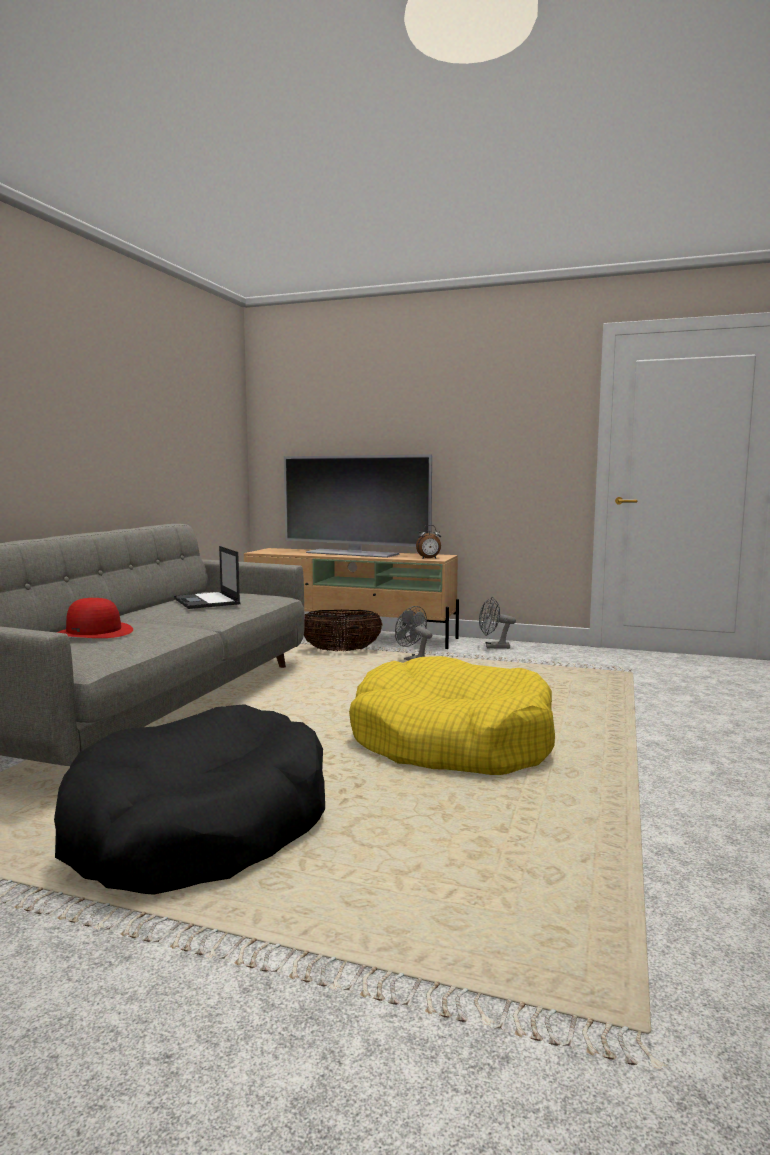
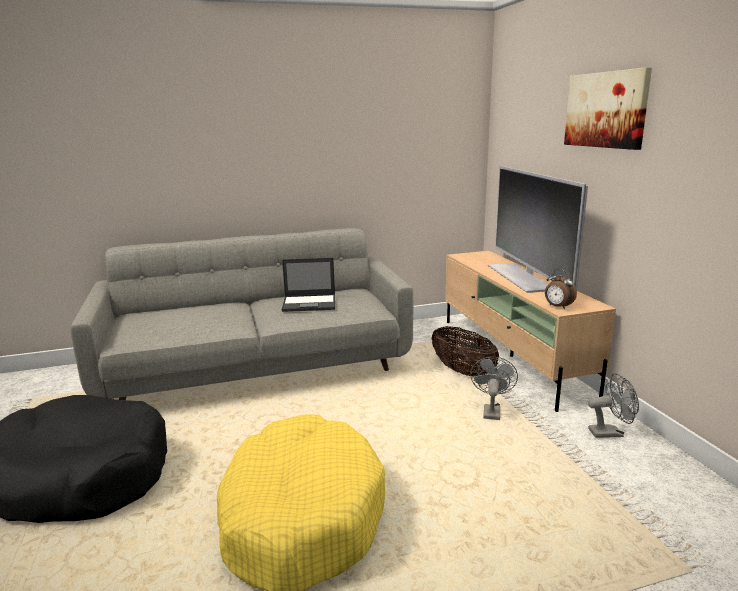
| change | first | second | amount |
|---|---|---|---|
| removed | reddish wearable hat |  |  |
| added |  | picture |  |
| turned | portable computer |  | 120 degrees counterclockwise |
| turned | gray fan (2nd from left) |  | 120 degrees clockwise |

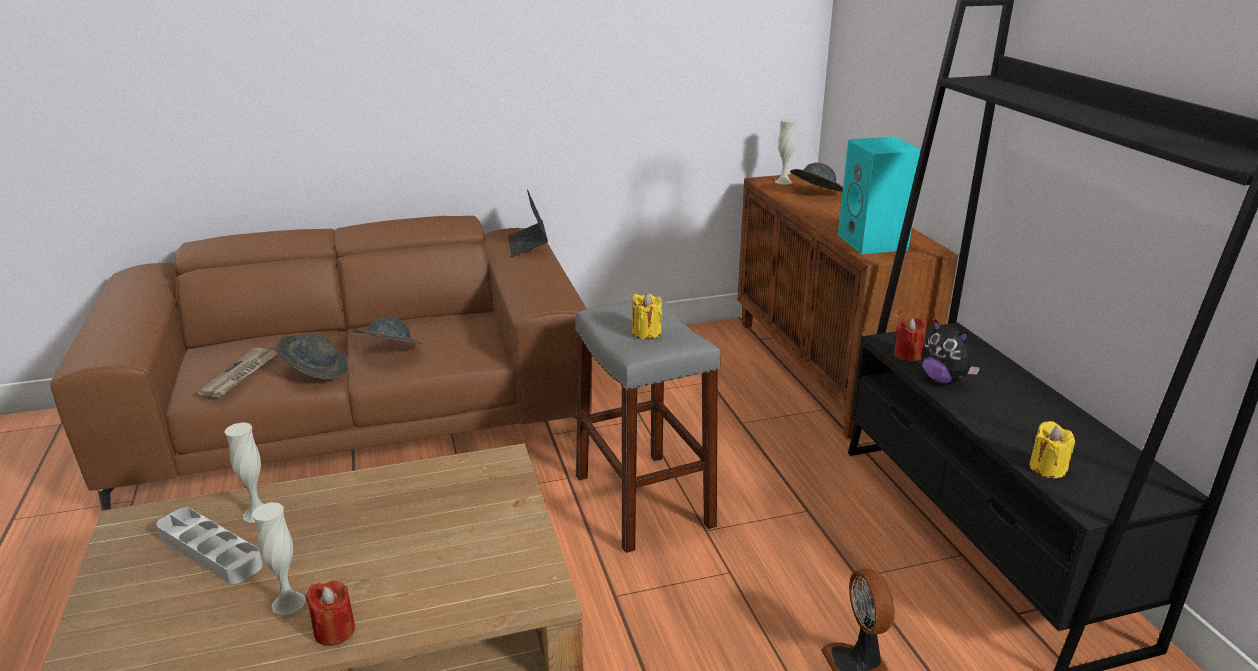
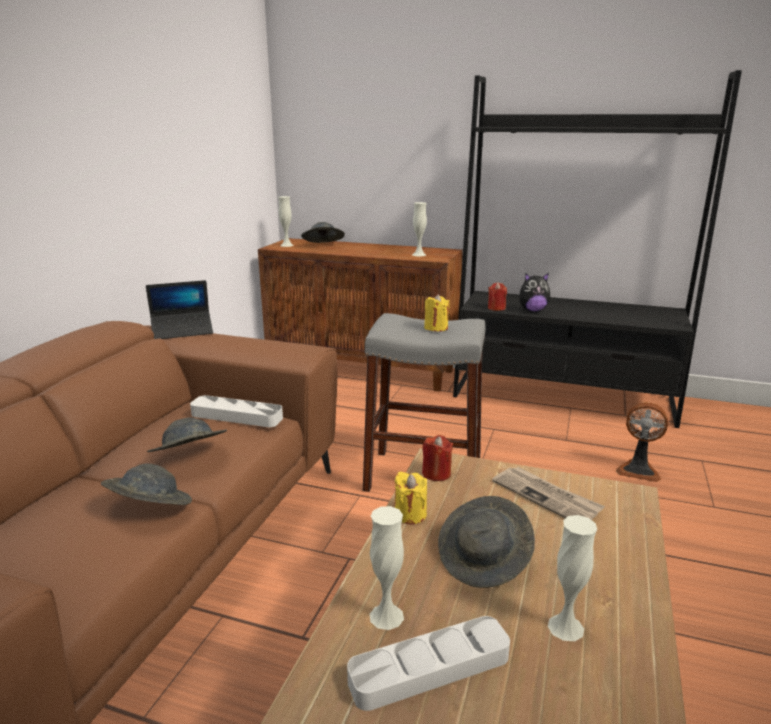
| change | first | second | amount |
|---|---|---|---|
| added |  | gray serving tray (1st from left) |  |
| added |  | gray wearable hat (4th from left) |  |
| moved | daily paper |  |  |
| moved | reddish candle (1st from left) |  |  |
| moved | yellow candle (2nd from left in the first image) | yellow candle (1st from left) |  |
| replaced | turquoise speaker | white-coloured vase (3rd from left) |  |
| turned | portable computer |  | 45 degrees counterclockwise |

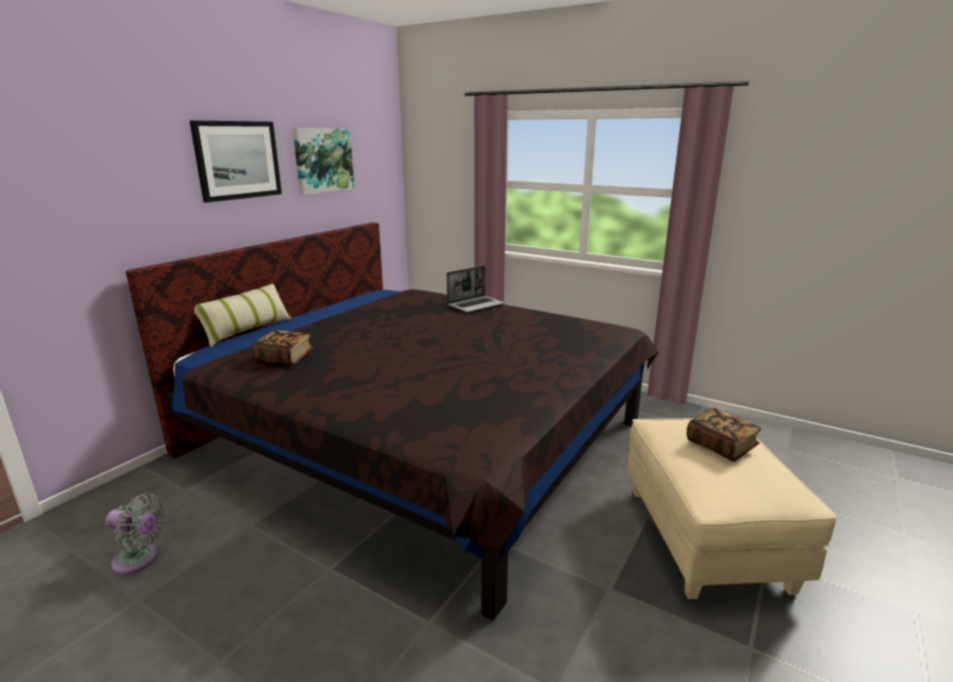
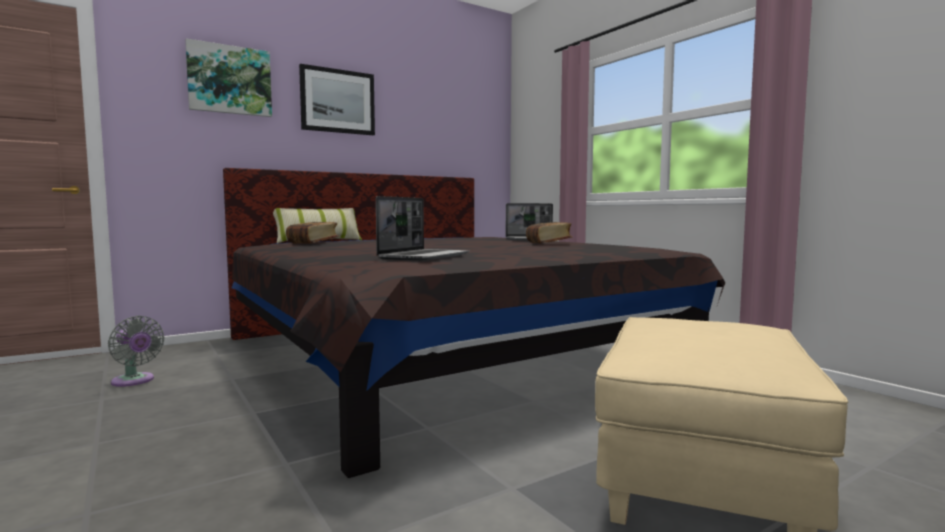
| change | first | second | amount |
|---|---|---|---|
| added |  | portable computer (1st from left) |  |
| moved | picture (2nd from left in the first image) | picture (1st from left) |  |
| moved | bound book (2nd from left) |  |  |

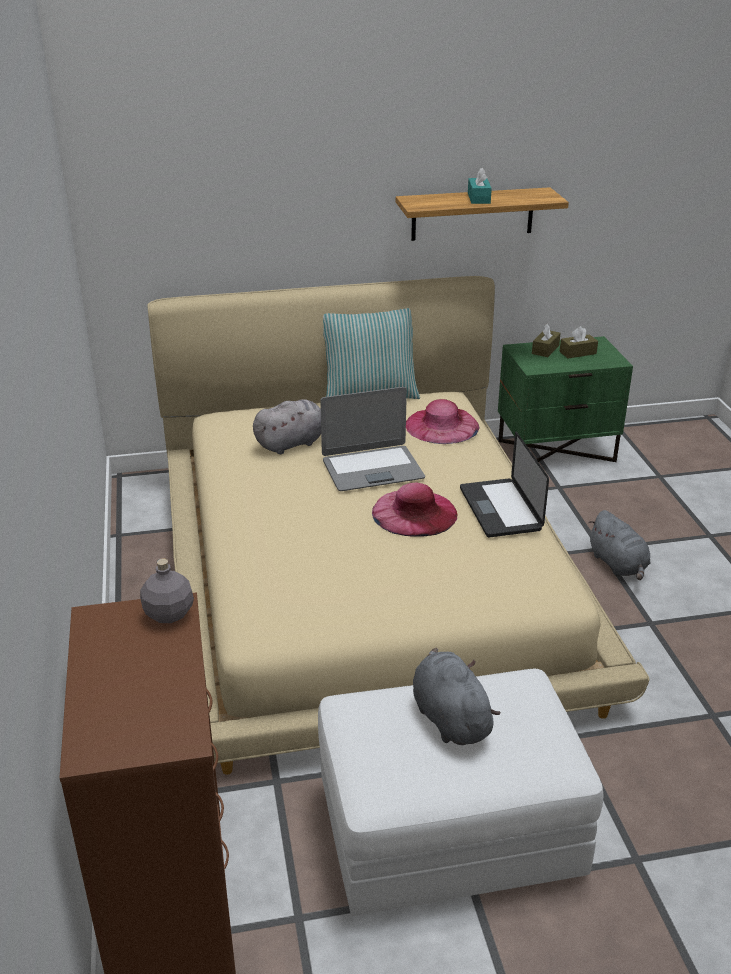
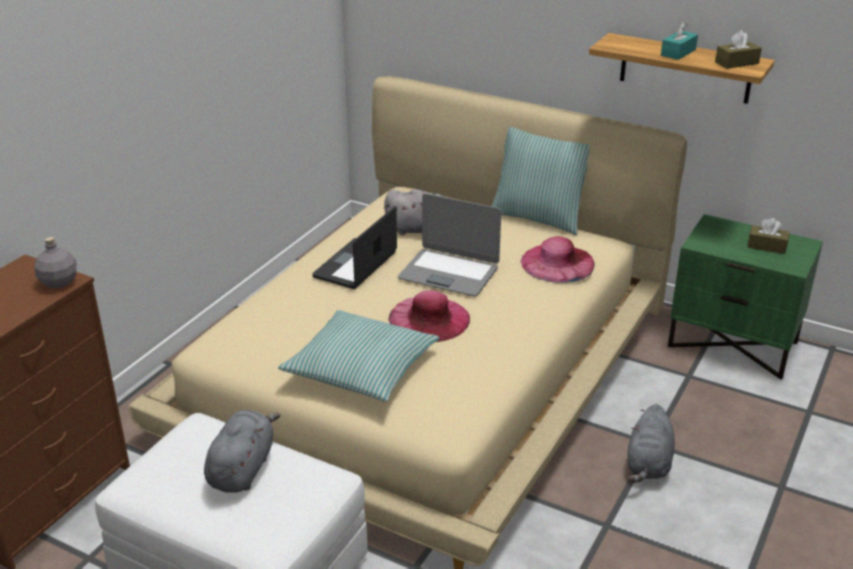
| change | first | second | amount |
|---|---|---|---|
| added |  | throw pillow (1st from left) |  |
| moved | portable computer (2nd from left in the first image) | portable computer (1st from left) |  |
| moved | brown box of tissues (1st from left) |  |  |

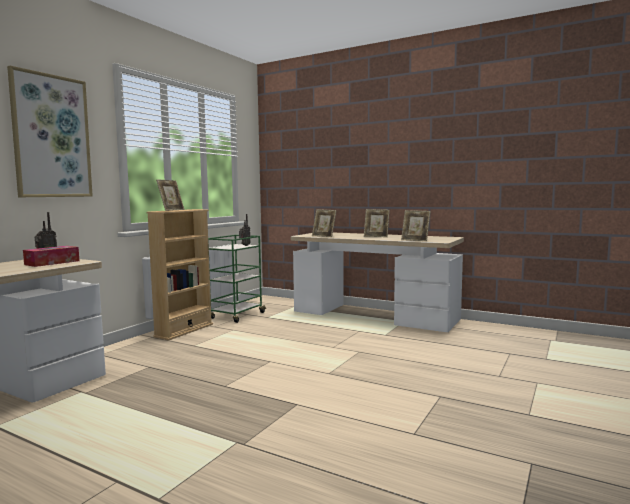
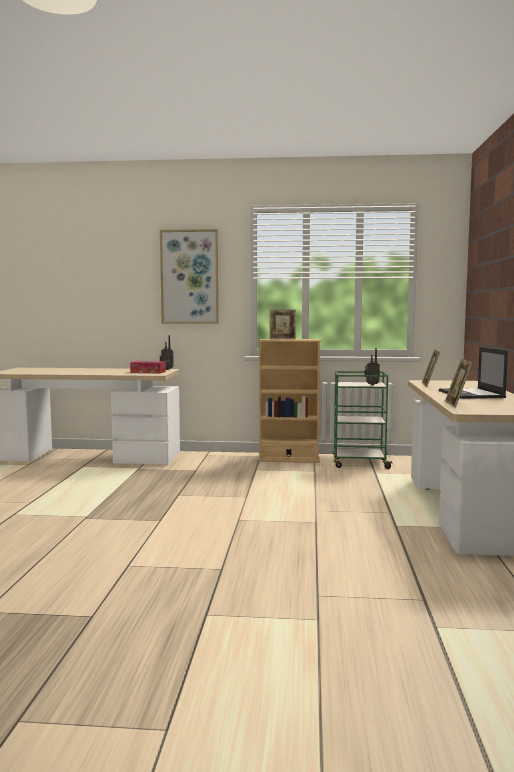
| change | first | second | amount |
|---|---|---|---|
| replaced | standing frame (3rd from left) | portable computer |  |

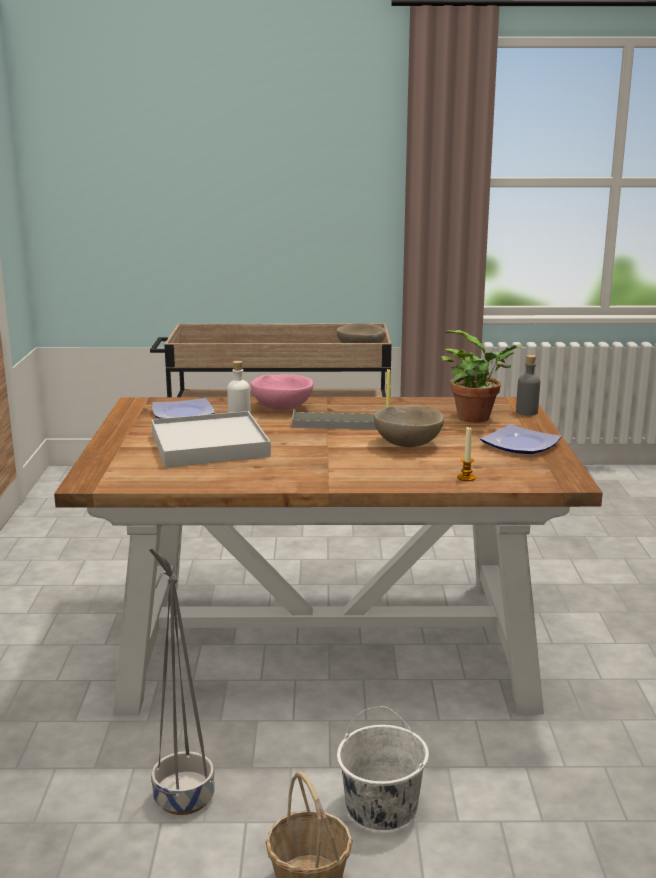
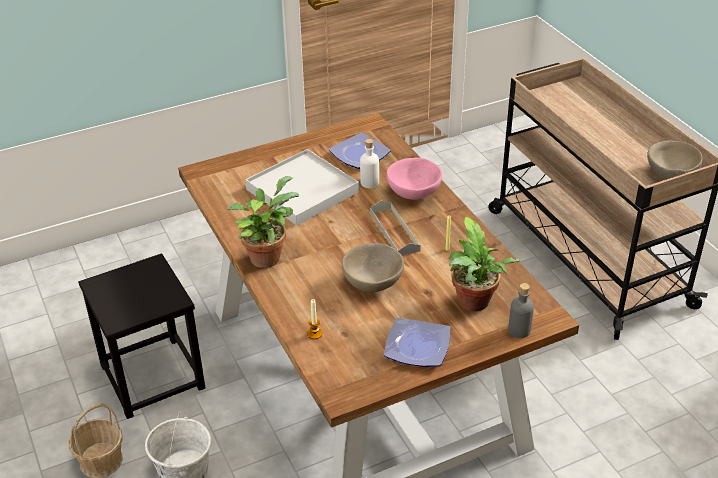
| change | first | second | amount |
|---|---|---|---|
| added |  | houseplant (1st from left) |  |
| replaced | gray plant pot | black stool |  |

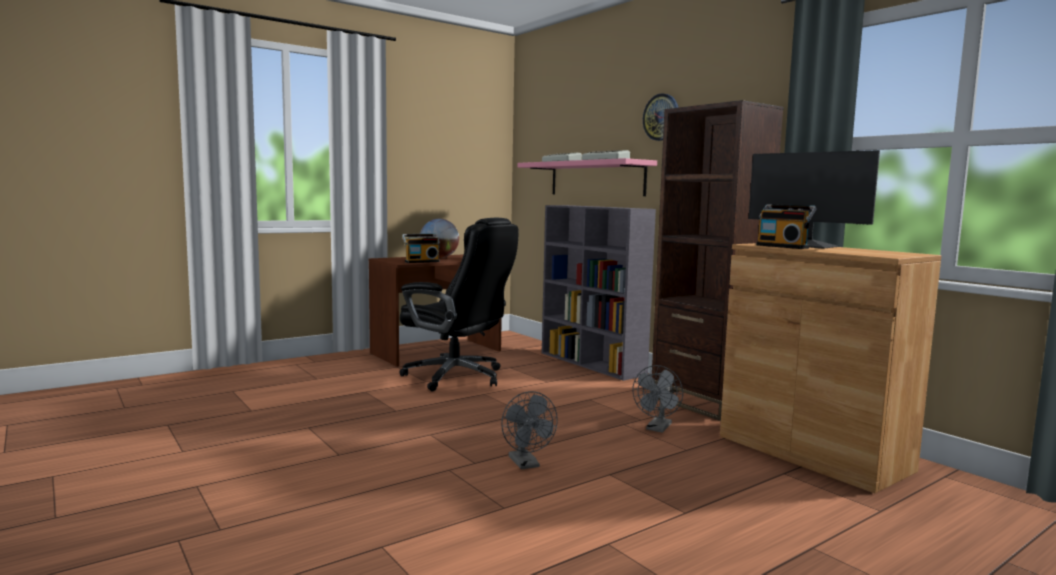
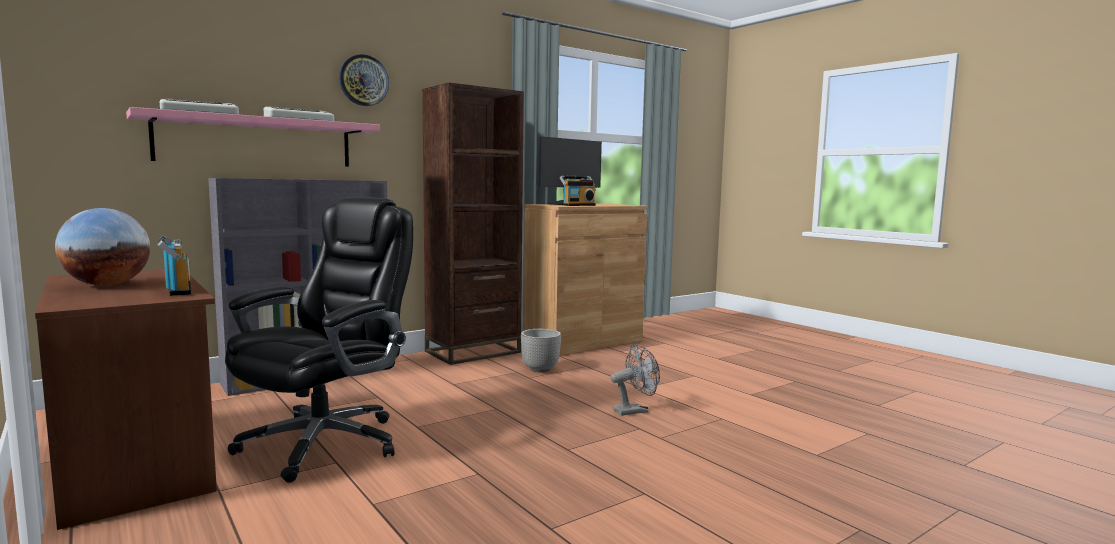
| change | first | second | amount |
|---|---|---|---|
| replaced | gray fan (2nd from left) | plant pot |  |

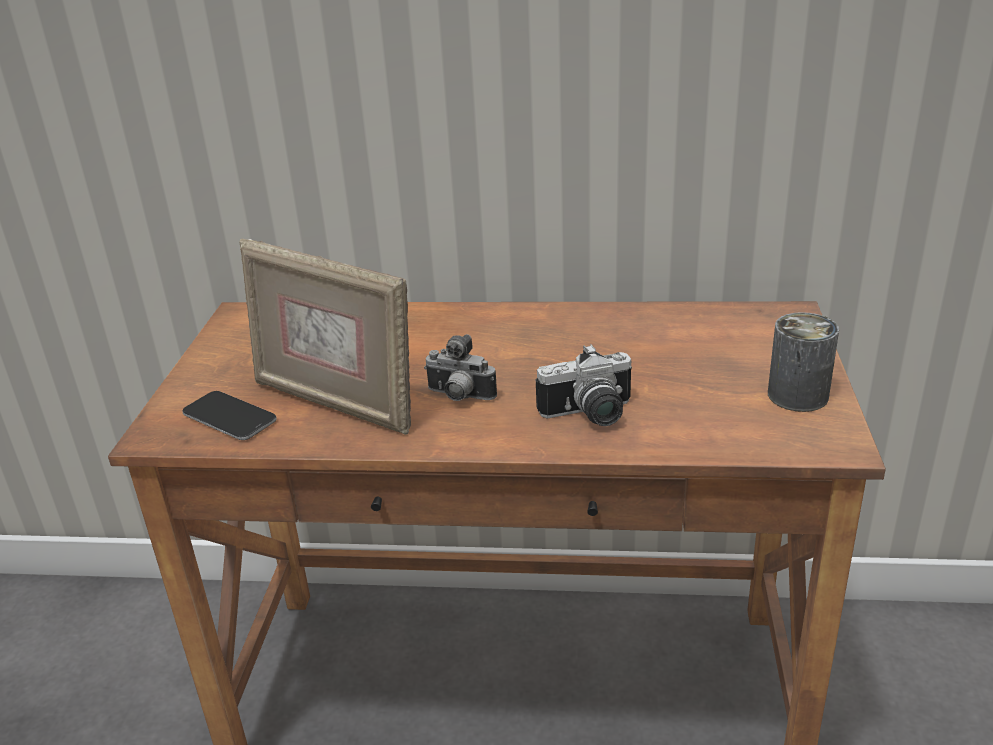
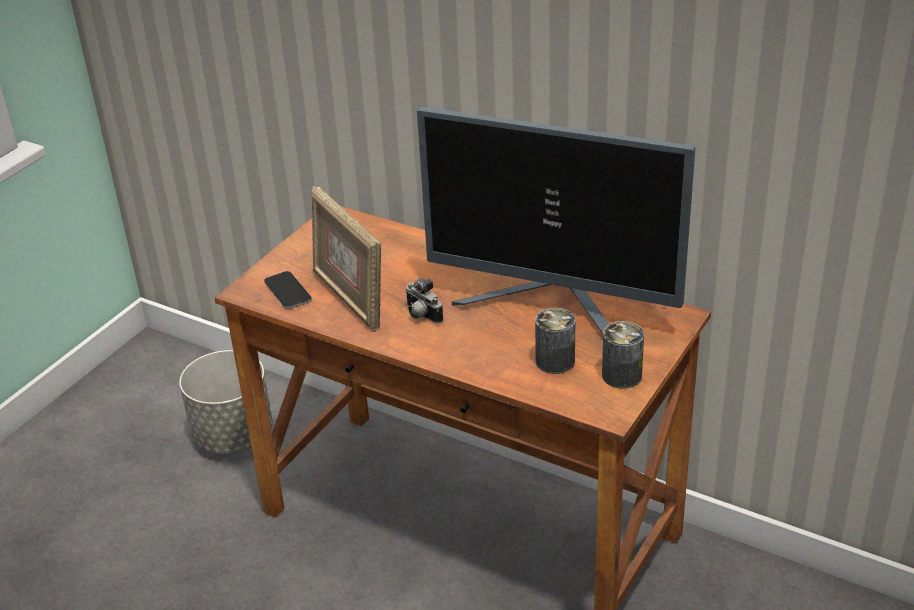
| change | first | second | amount |
|---|---|---|---|
| removed | photo camera (2nd from left) |  |  |
| added |  | gray plant pot |  |
| added |  | monitor |  |
| added |  | metal can (1st from left) |  |

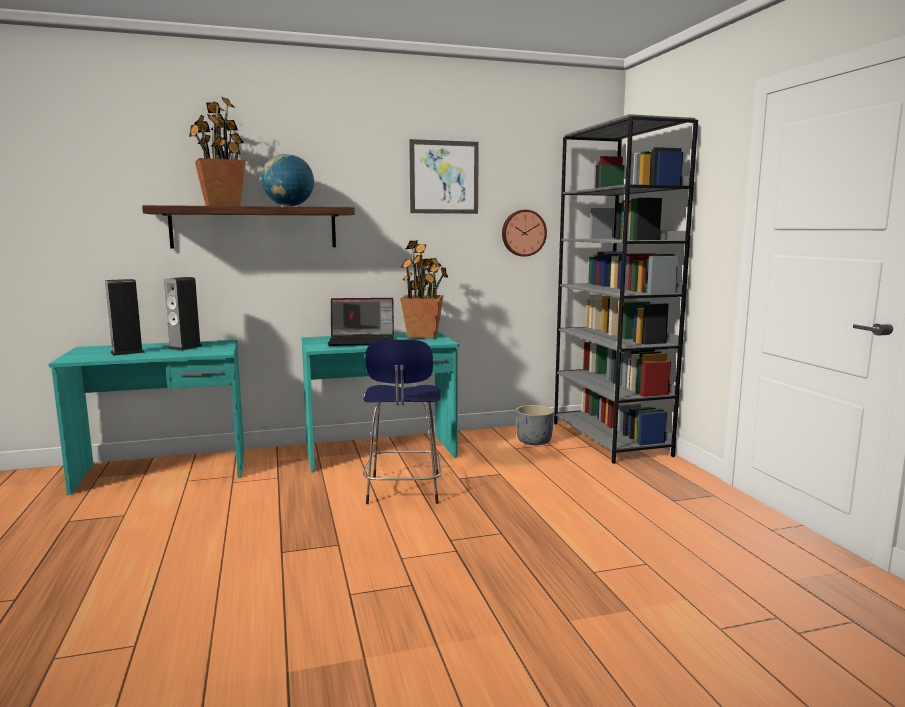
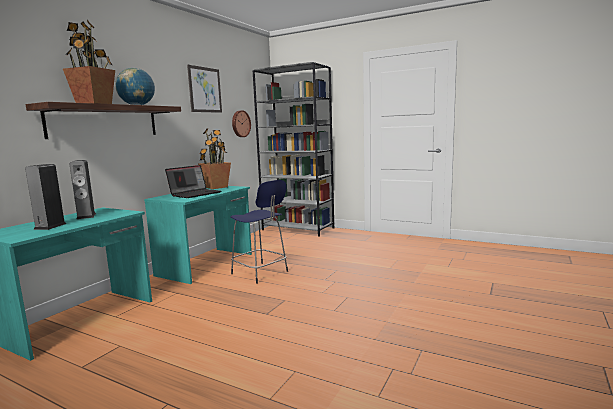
| change | first | second | amount |
|---|---|---|---|
| removed | gray plant pot |  |  |

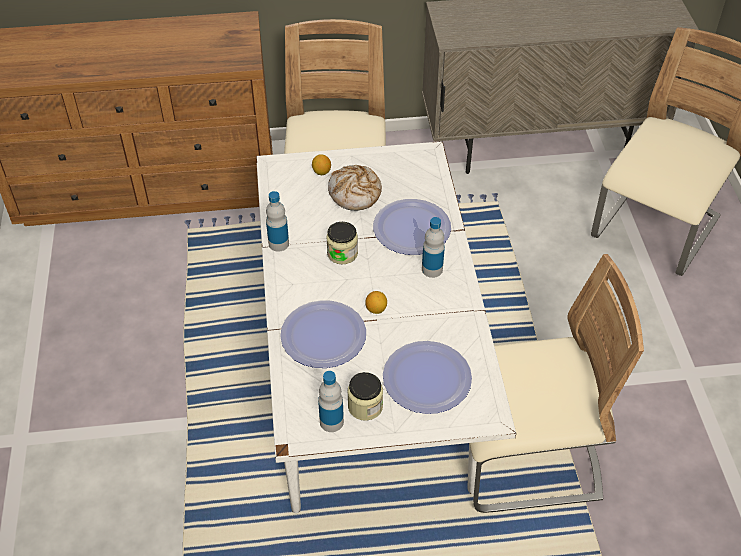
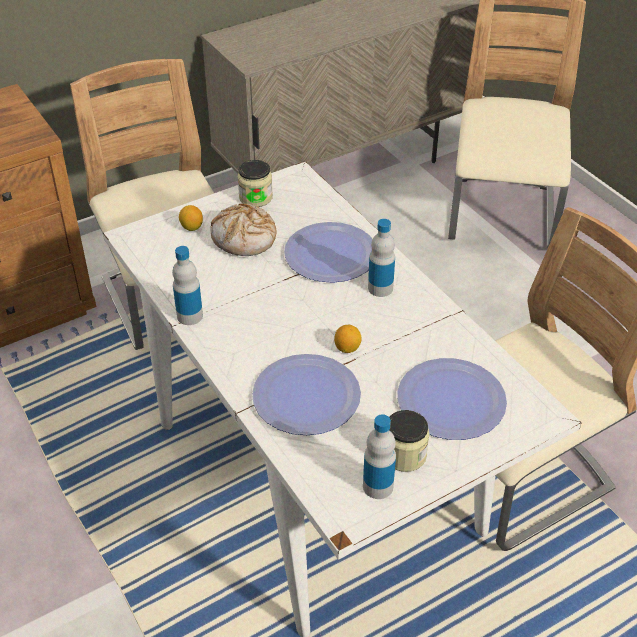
| change | first | second | amount |
|---|---|---|---|
| moved | storage jar (1st from left) |  |  |

